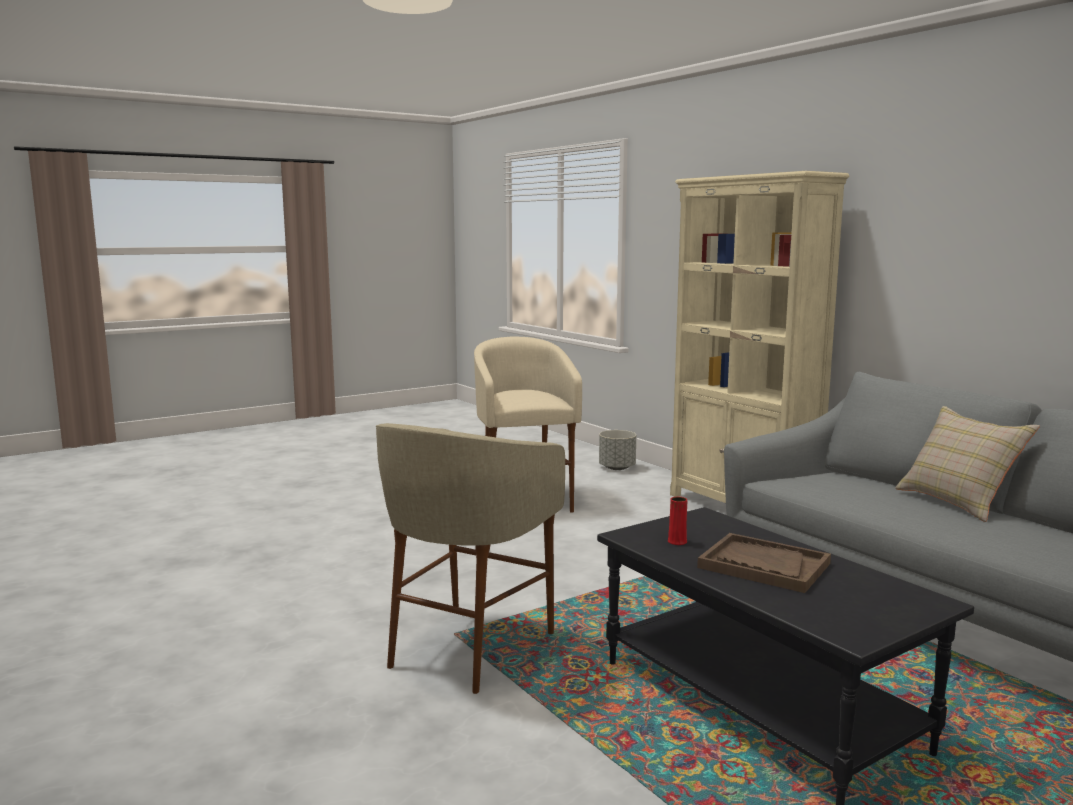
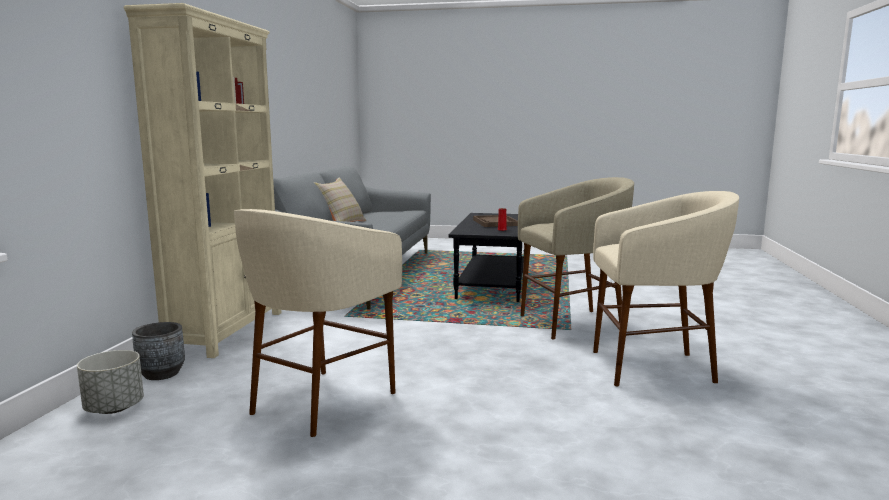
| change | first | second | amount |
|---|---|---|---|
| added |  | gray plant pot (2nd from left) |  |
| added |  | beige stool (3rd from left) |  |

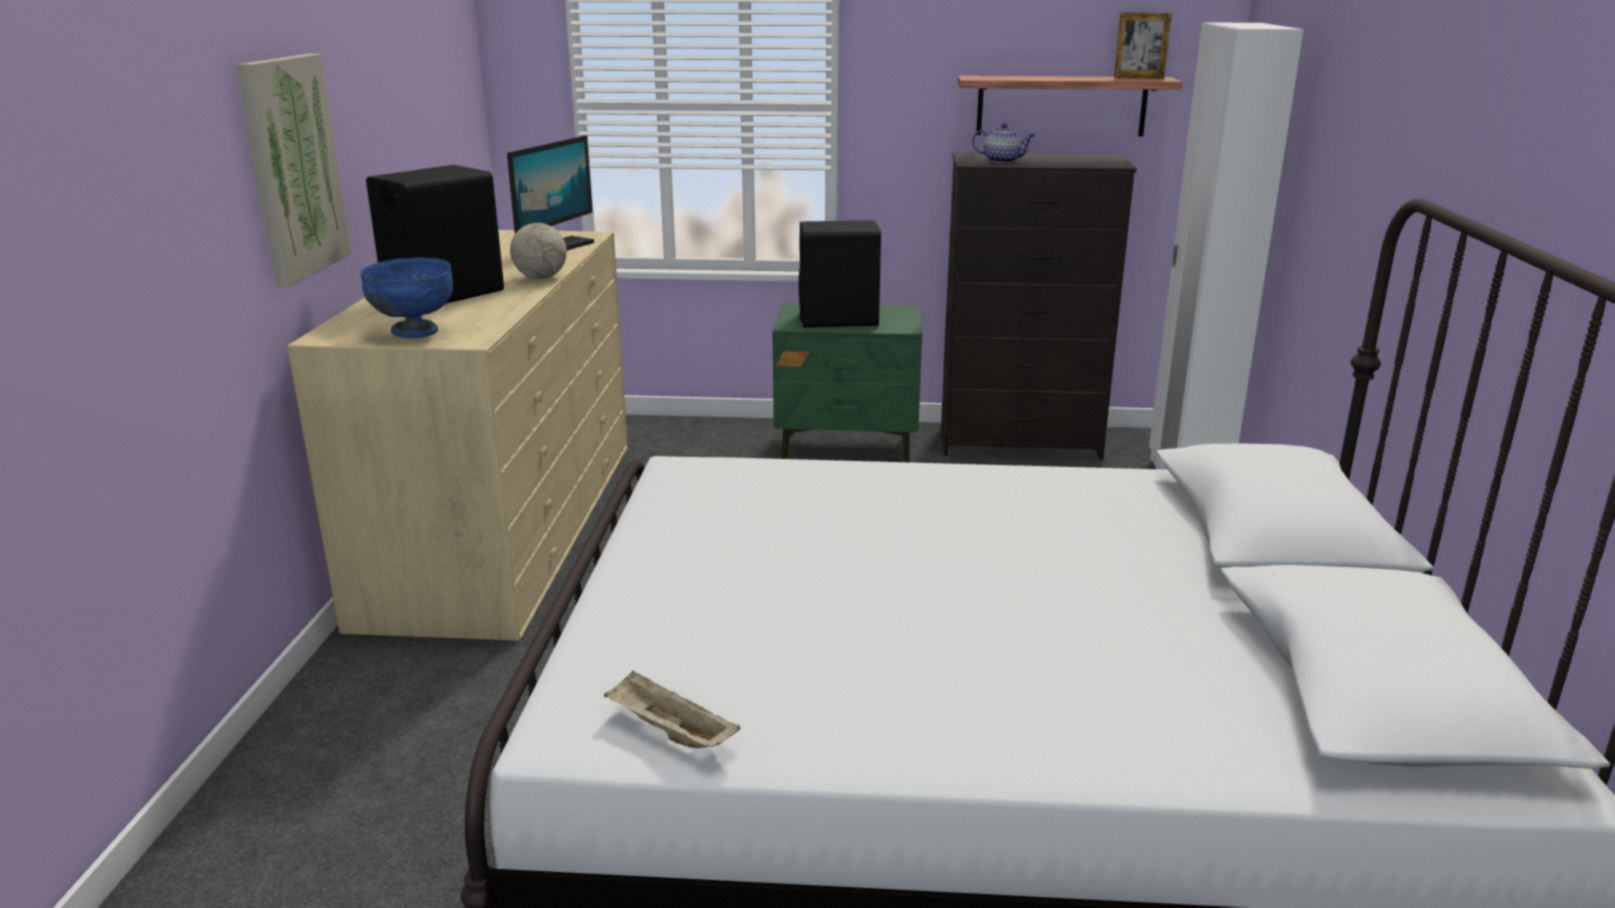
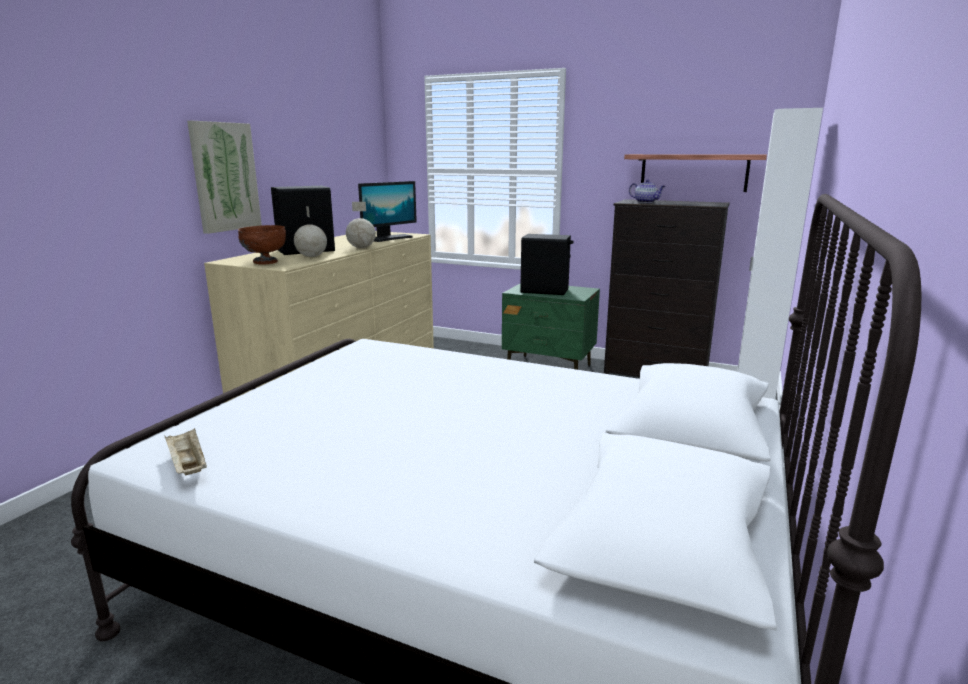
| change | first | second | amount |
|---|---|---|---|
| removed | standing frame |  |  |
| added |  | globe (1st from left) |  |
| recoloured | blue-coloured deep dish | brown deep dish |  |

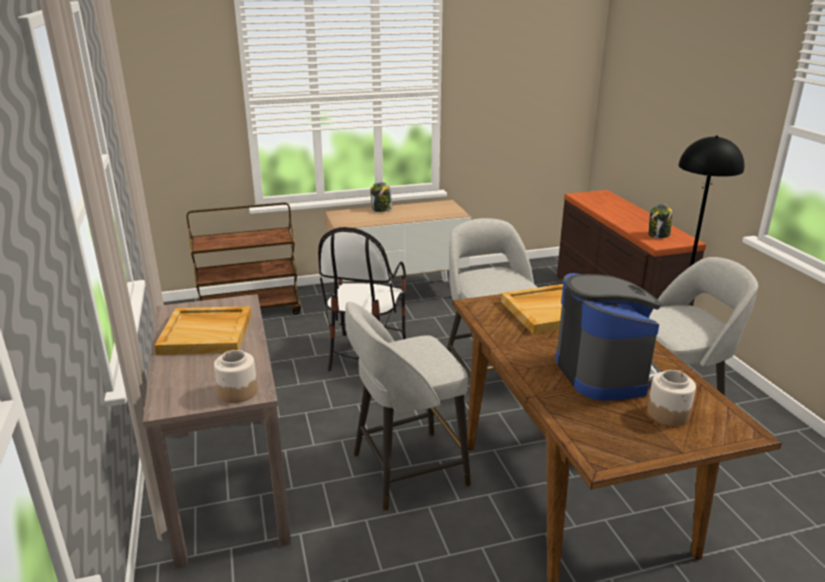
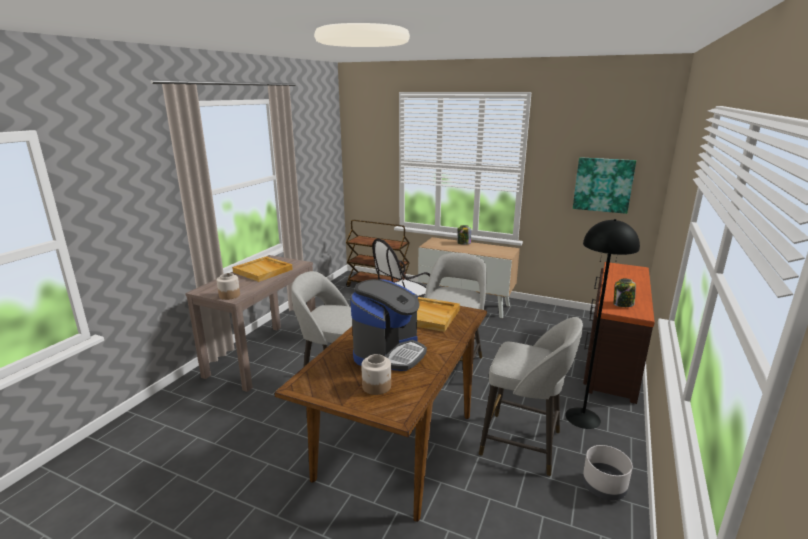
| change | first | second | amount |
|---|---|---|---|
| added |  | picture |  |
| added |  | gray plant pot |  |

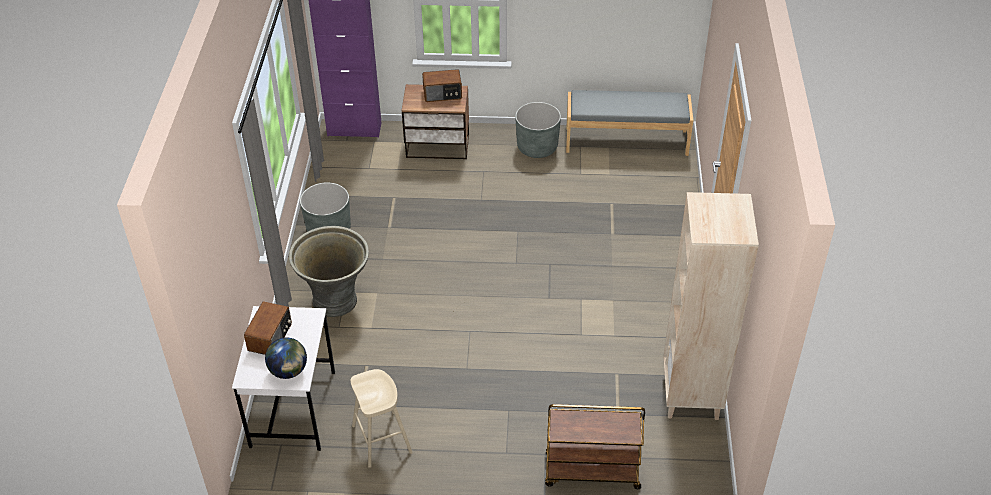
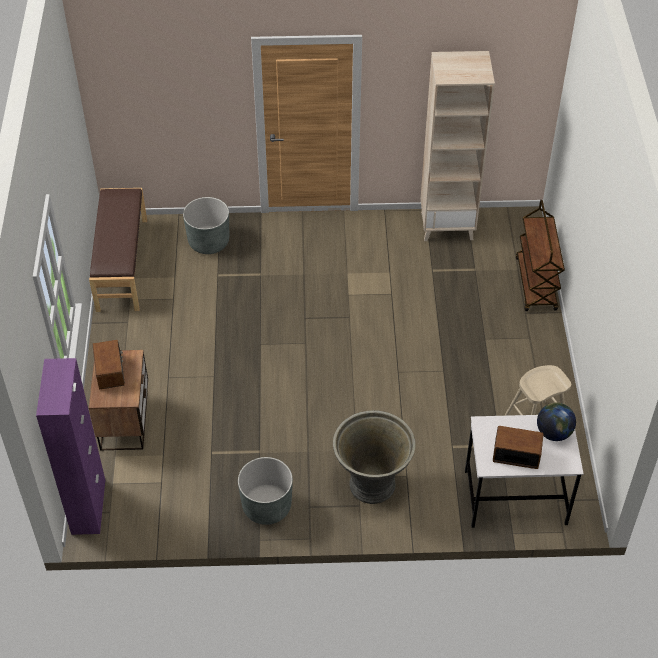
| change | first | second | amount |
|---|---|---|---|
| moved | gray plant pot (3rd from left in the first image) | gray plant pot (1st from left) |  |
| recoloured | gray indoor bench | brown indoor bench |  |

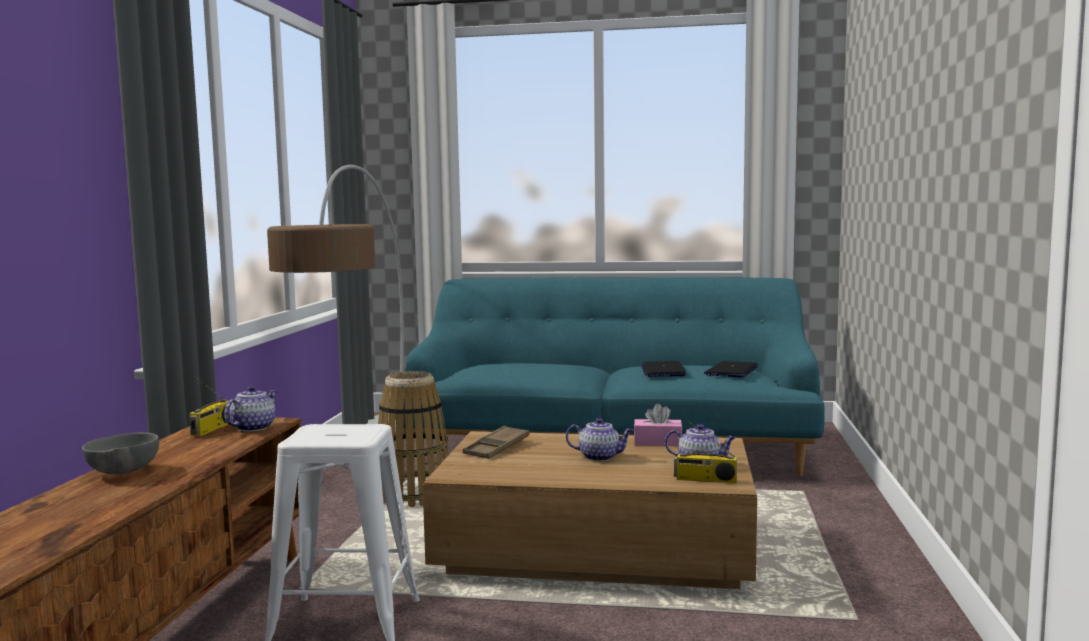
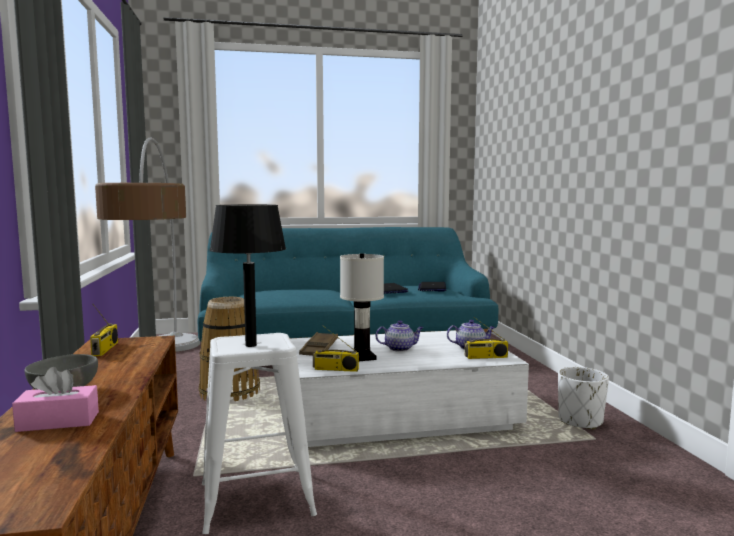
| change | first | second | amount |
|---|---|---|---|
| removed | pot for tea (1st from left) |  |  |
| added |  | black tabletop lamp |  |
| added |  | radio (2nd from left) |  |
| added |  | white-coloured tabletop lamp |  |
| added |  | white-coloured plant pot |  |
| moved | pink box of tissues |  |  |
| recoloured | brown lounge table | white-coloured lounge table |  |

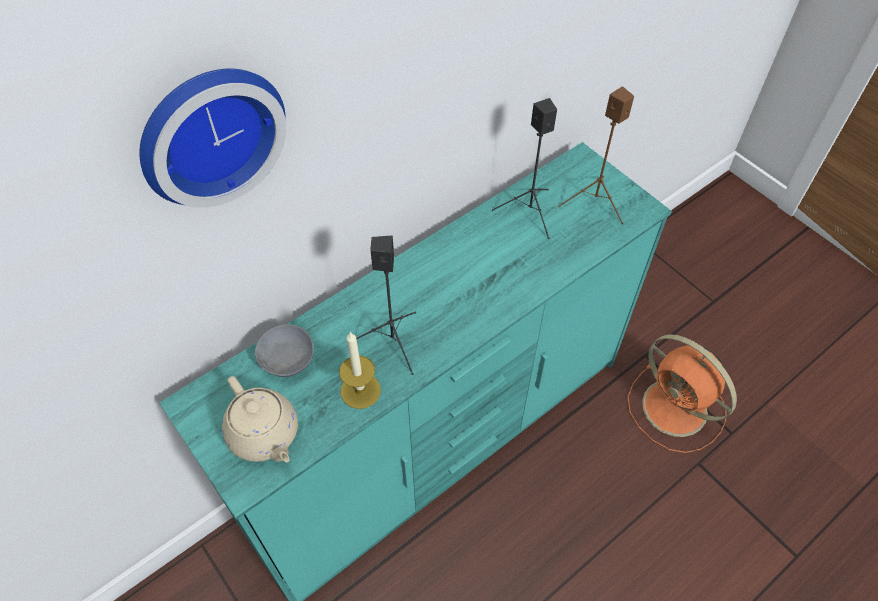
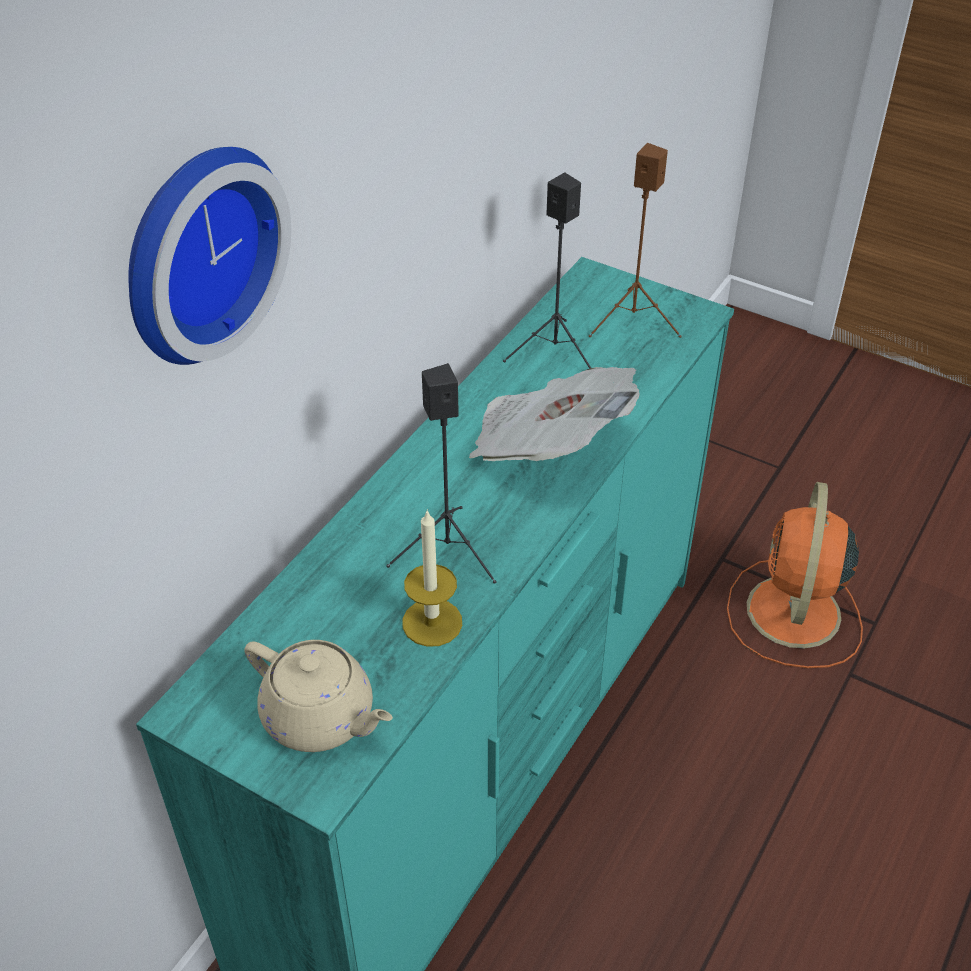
| change | first | second | amount |
|---|---|---|---|
| removed | gray deep dish |  |  |
| added |  | daily paper |  |
| turned | orange fan |  | 75 degrees clockwise |

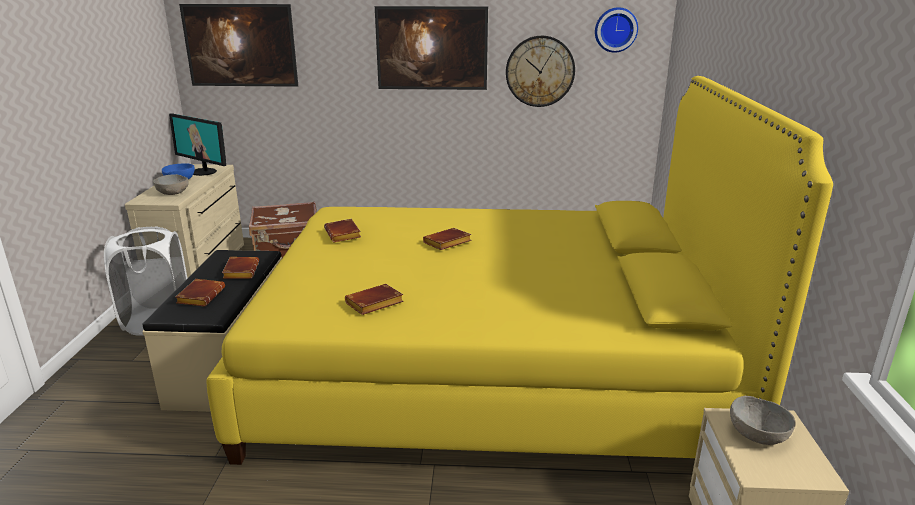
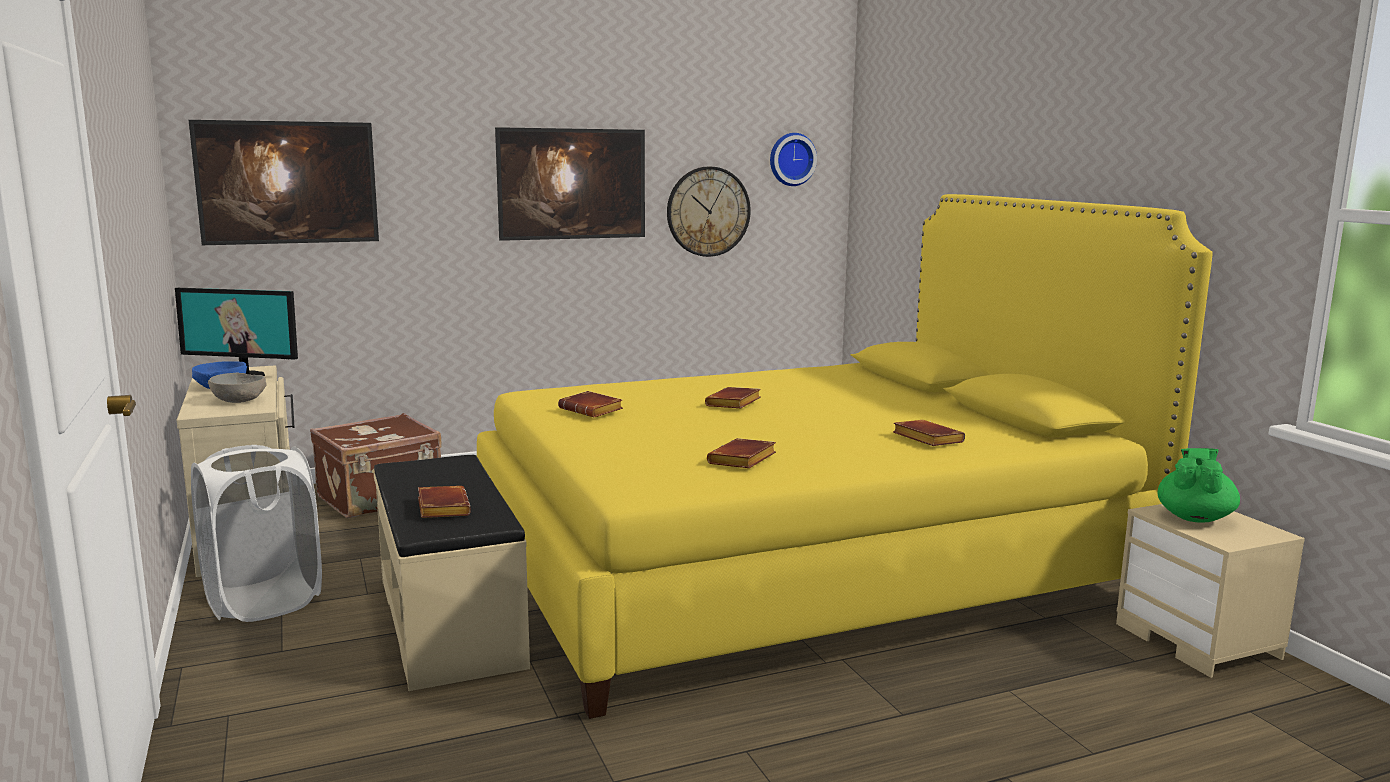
| change | first | second | amount |
|---|---|---|---|
| moved | brown bound book (2nd from left in the first image) | brown bound book (5th from left) |  |
| replaced | gray deep dish (2nd from left) | green-coloured pot for tea |  |

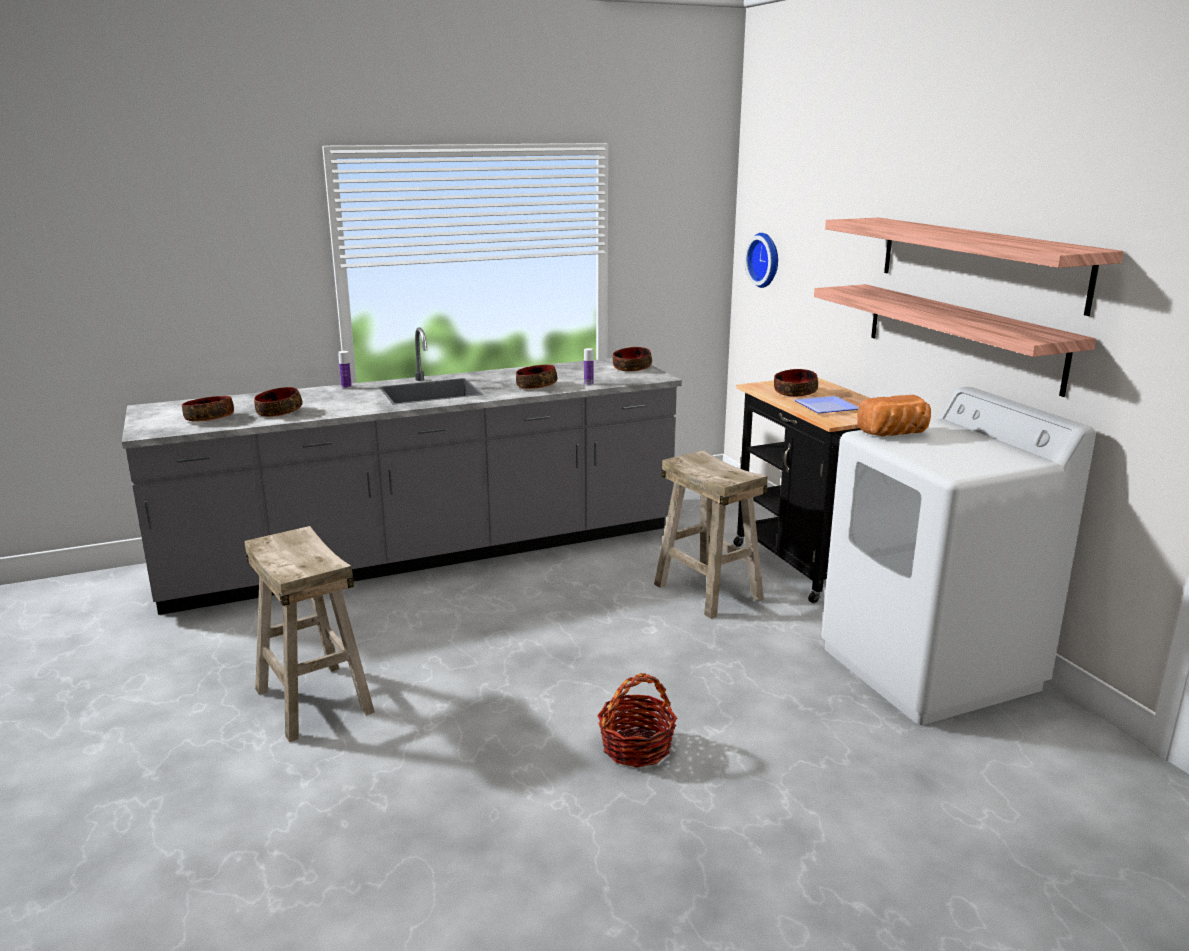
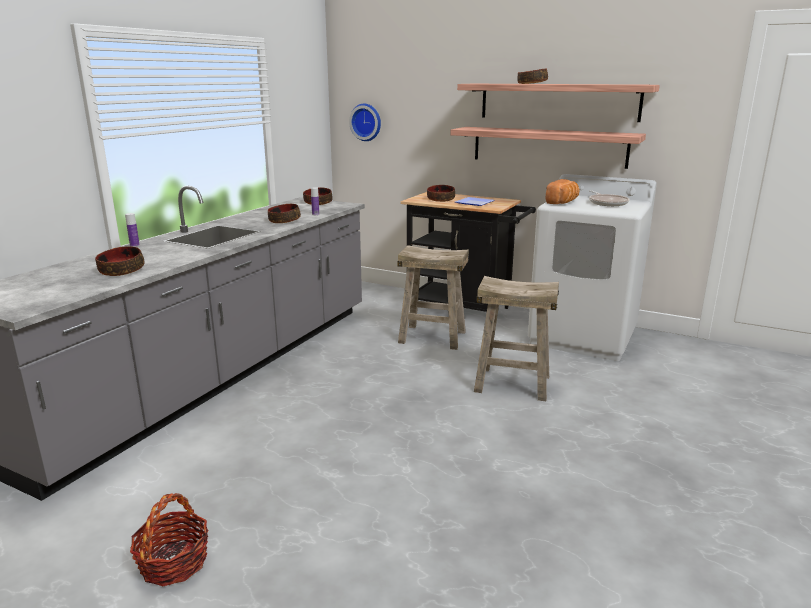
| change | first | second | amount |
|---|---|---|---|
| added |  | frying pan |  |
| moved | deep dish (1st from left in the first image) | deep dish (5th from left) |  |
| moved | beige stool (1st from left in the first image) | beige stool (2nd from left) |  |
| moved | storage basket |  |  |

